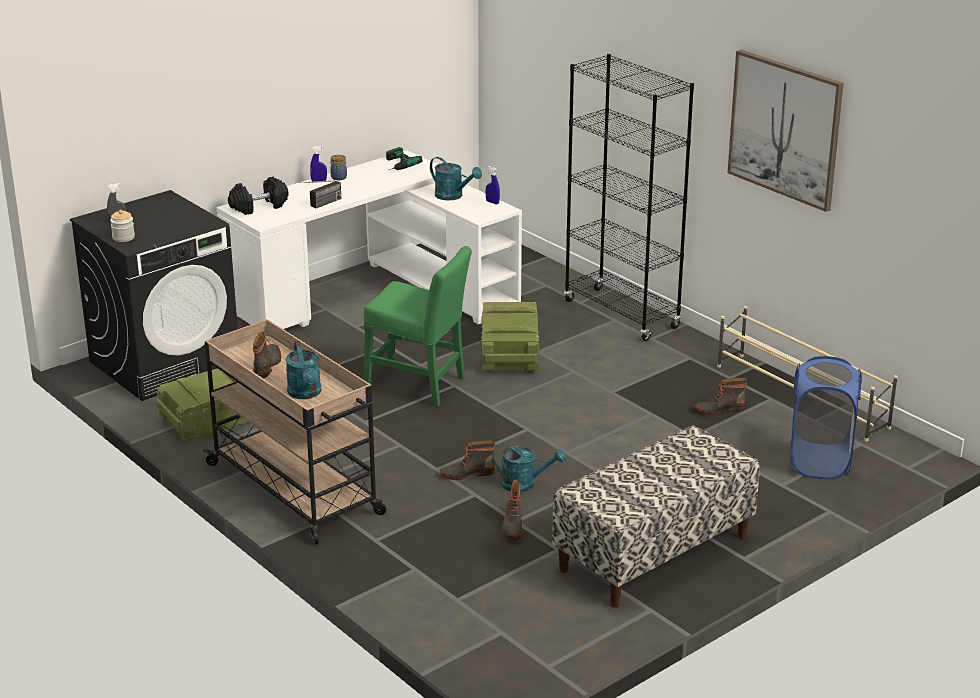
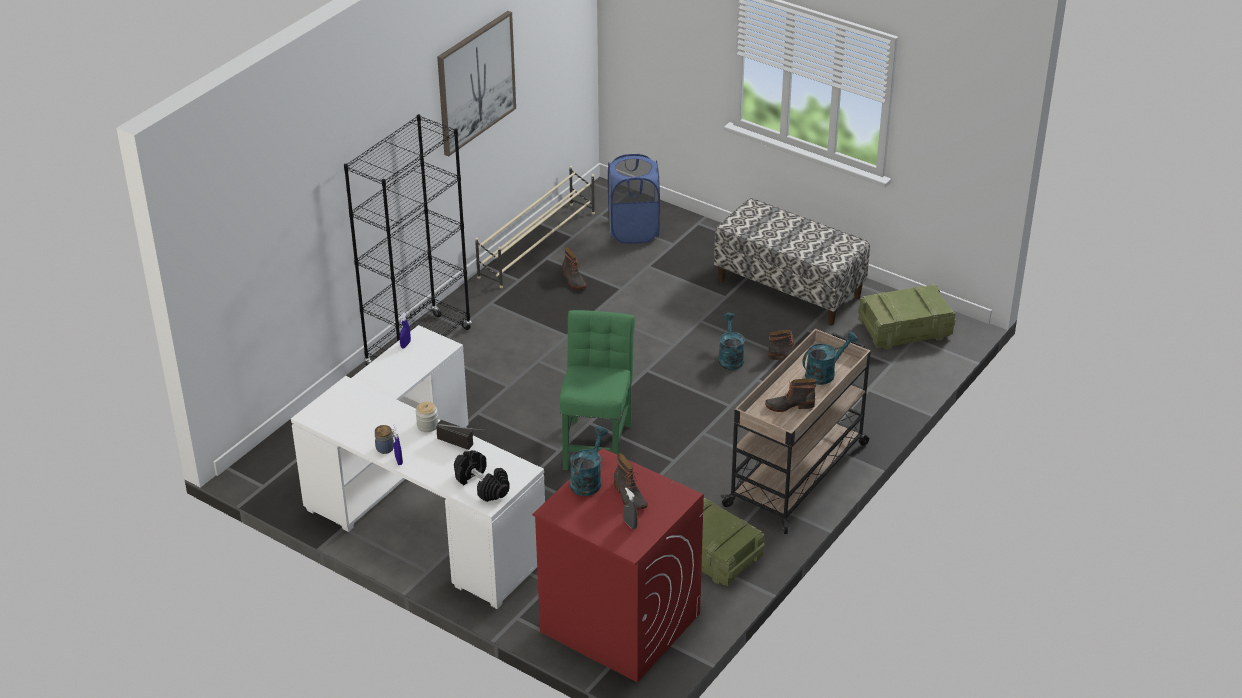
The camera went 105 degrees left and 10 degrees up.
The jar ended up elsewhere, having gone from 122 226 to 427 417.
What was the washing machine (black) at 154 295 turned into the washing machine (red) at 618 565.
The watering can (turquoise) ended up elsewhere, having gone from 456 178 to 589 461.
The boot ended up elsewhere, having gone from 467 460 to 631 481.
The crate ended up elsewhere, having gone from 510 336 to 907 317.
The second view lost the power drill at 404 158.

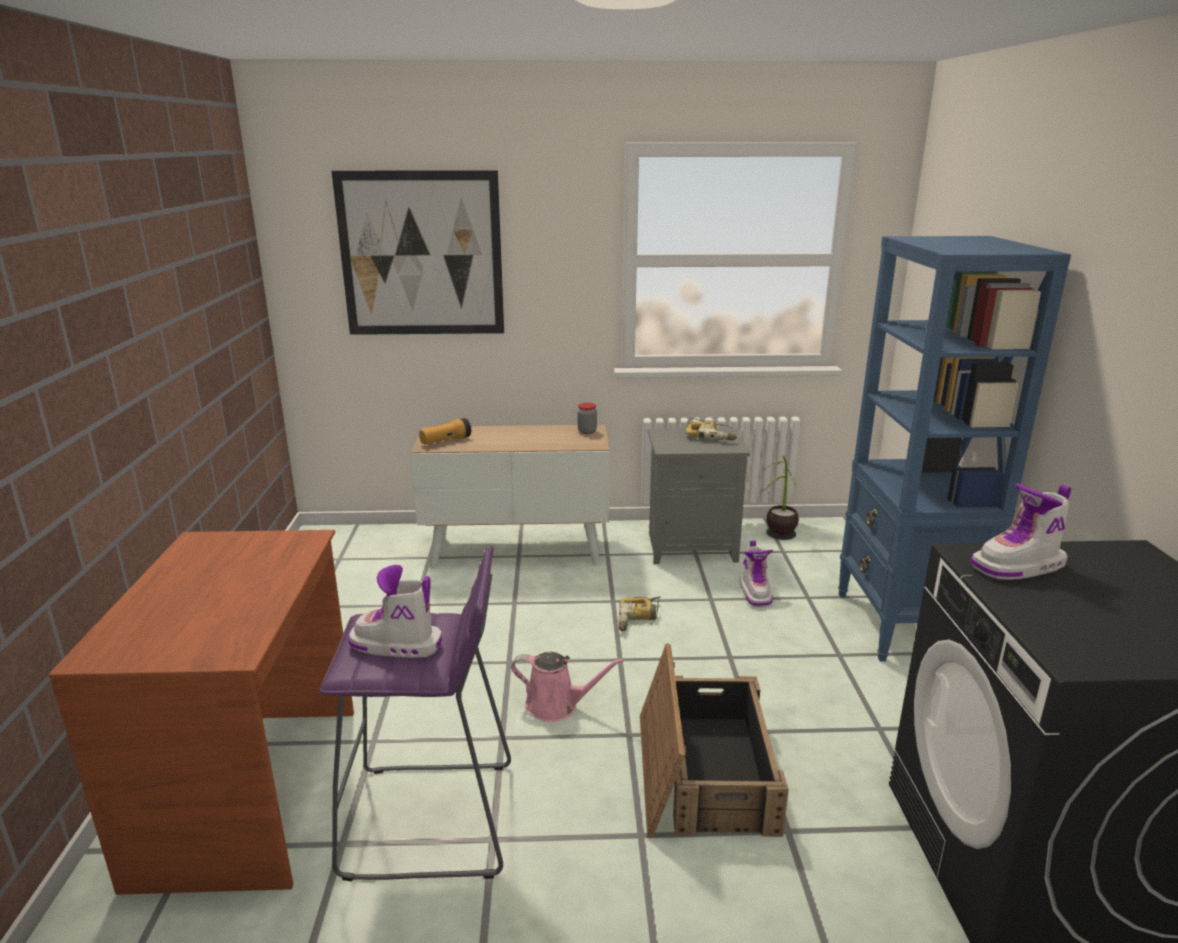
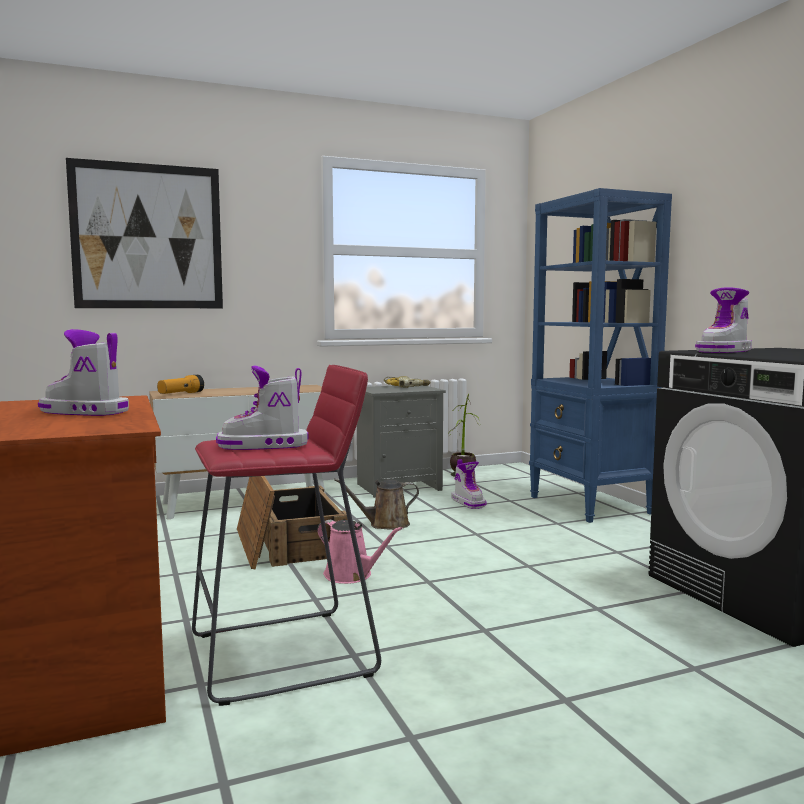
The camera went 20 degrees left and 15 degrees down.
The second view gained the boot at 83 372.
What was the stool (purple) at 415 713 turned into the stool (red) at 286 535.
The crate ended up elsewhere, having gone from 714 740 to 292 522.
The watering can (pink) at 567 687 ended up facing another way, 45 degrees clockwise from before.
Where the power drill stood at 640 613, the watering can (brown) came to stand at 376 504.
The second view lost the jar at 587 418.

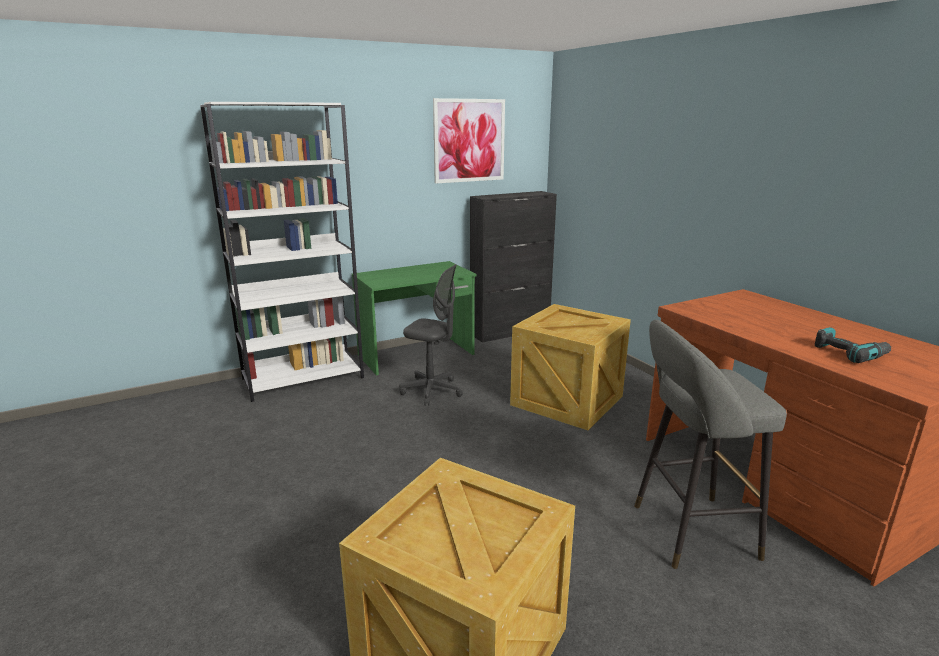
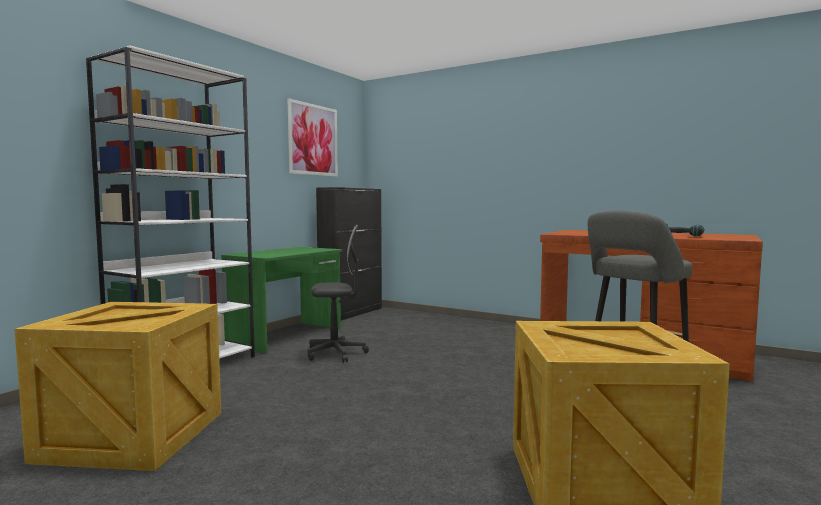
The camera went 30 degrees left and 15 degrees down.
The crate ended up elsewhere, having gone from 570 367 to 117 386.

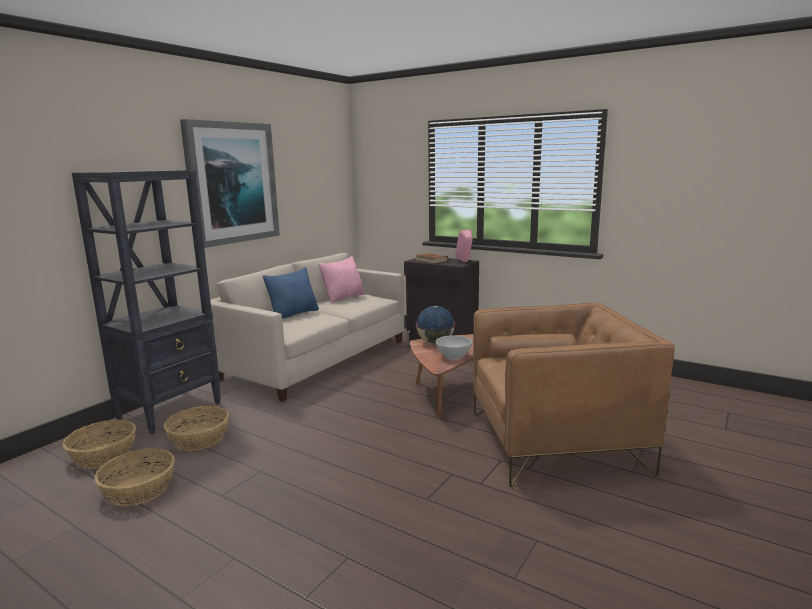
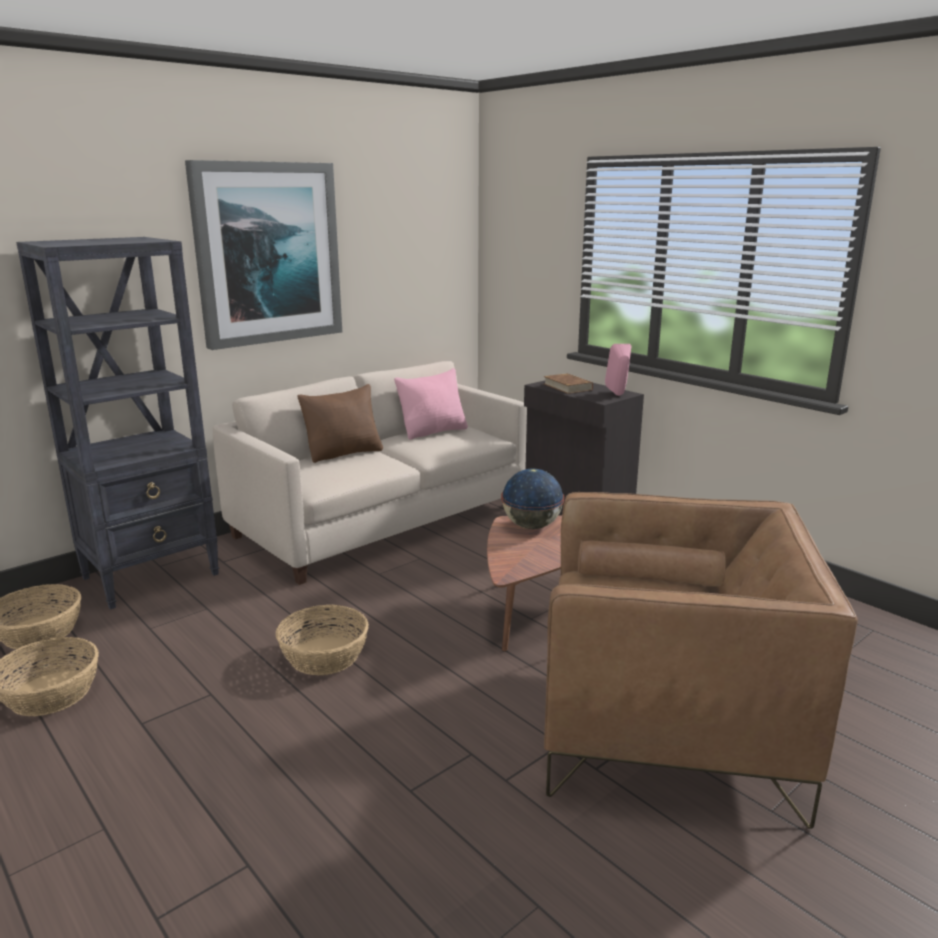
The camera went 15 degrees right and 5 degrees up.
The basket ended up elsewhere, having gone from 196 428 to 322 640.
What was the pillow (blue) at 291 293 turned into the pillow (brown) at 340 423.
The second view lost the bowl (white) at 453 347.

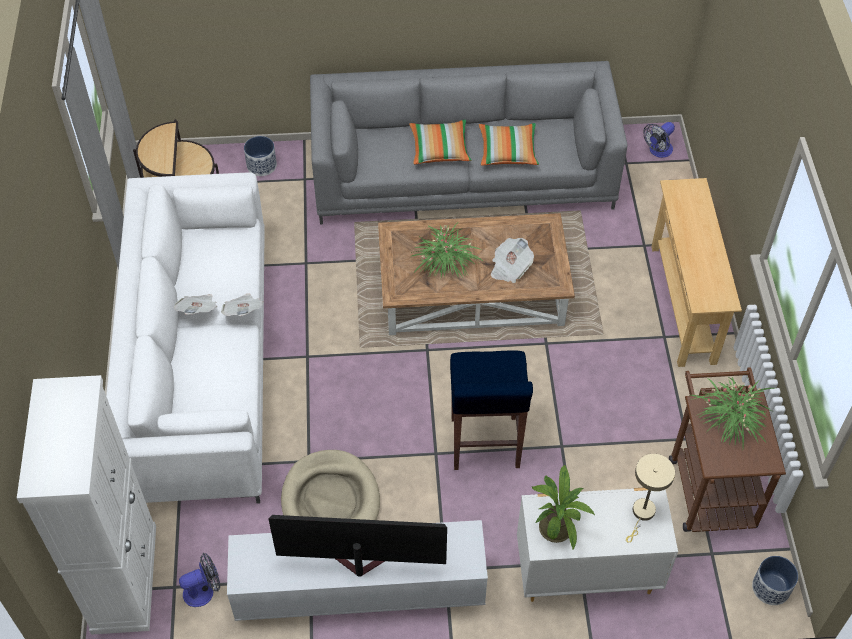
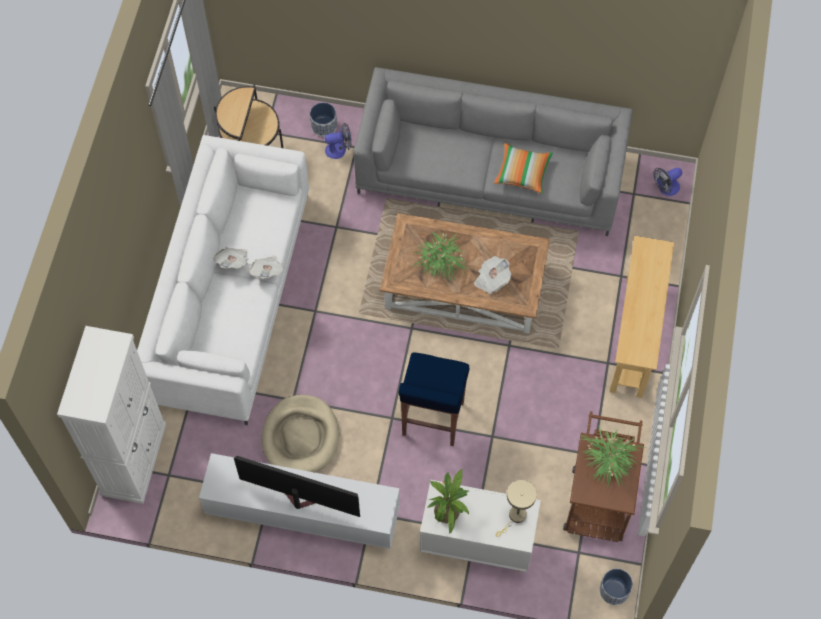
The camera went 15 degrees right and 10 degrees up.
The fan ended up elsewhere, having gone from 199 580 to 338 140.
The second view lost the pillow at 440 142.

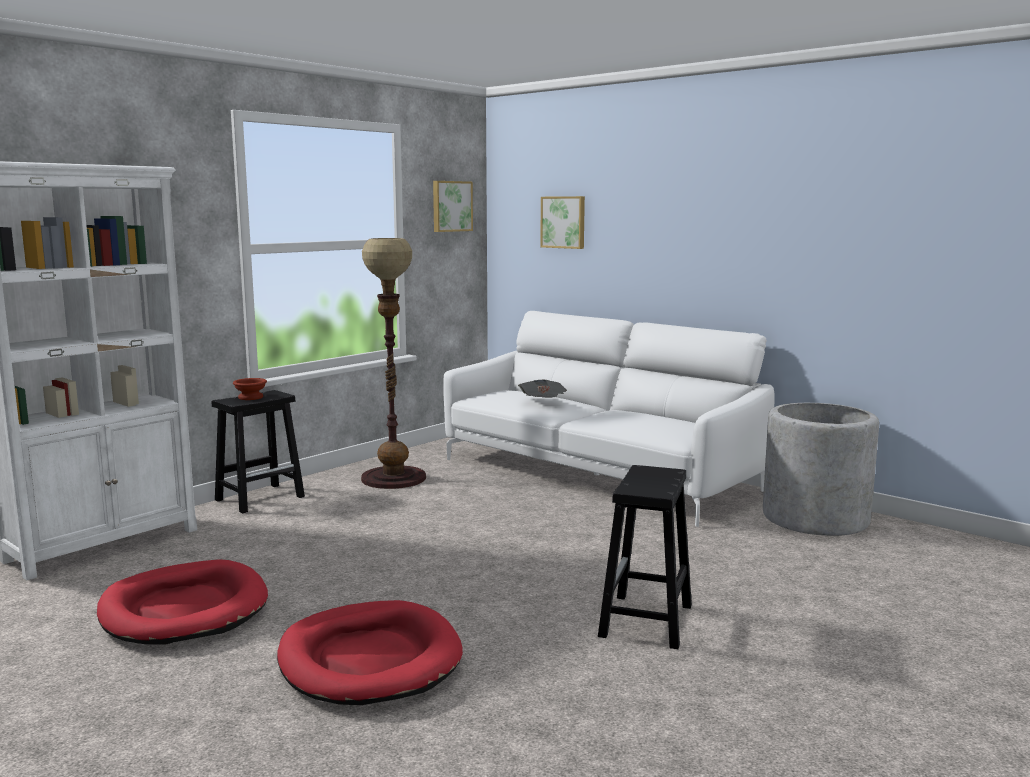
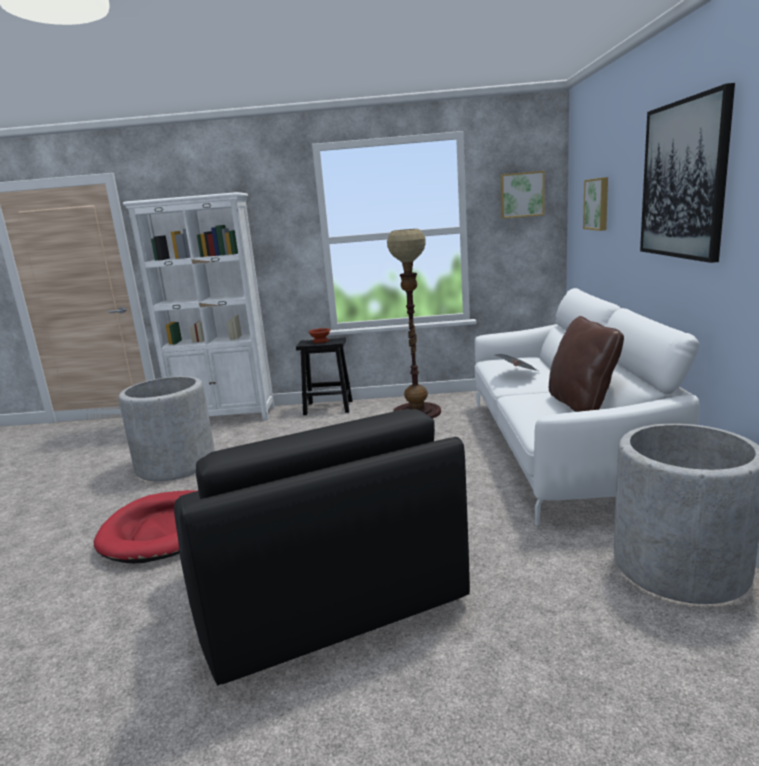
The camera went 50 degrees right and 5 degrees up.
Where the dog bed (red) stood at 182 602, the planter (grey) came to stand at 166 428.
Where the stool (black) stood at 645 557, the armchair (black) came to stand at 322 547.
The second view gained the pillow (brown) at 586 364.
The second view gained the picture at 687 173.

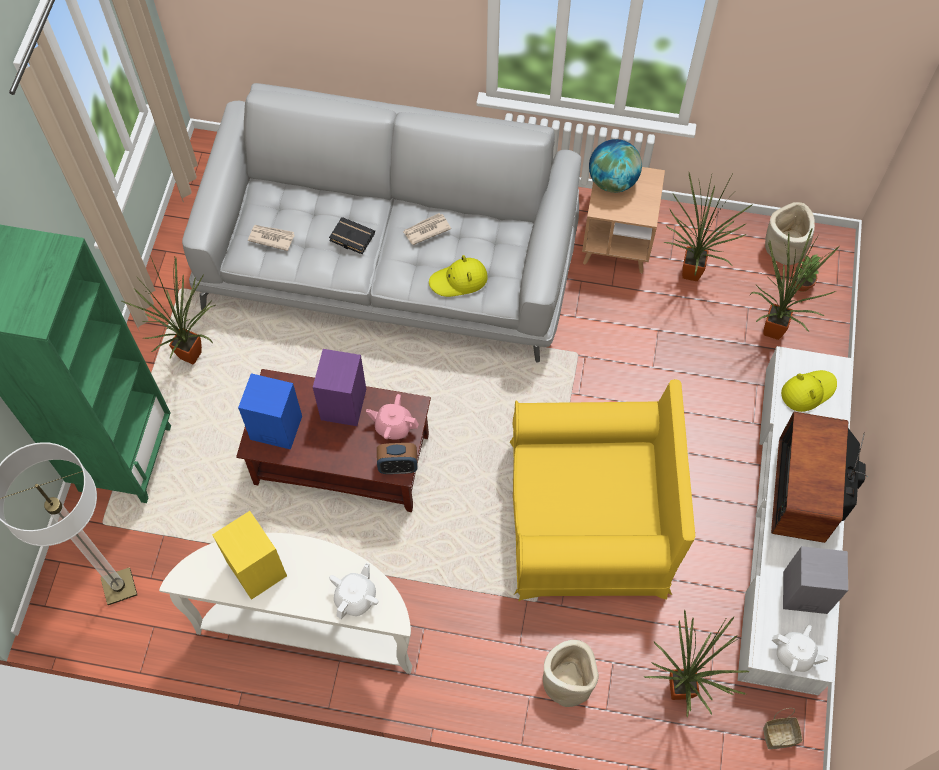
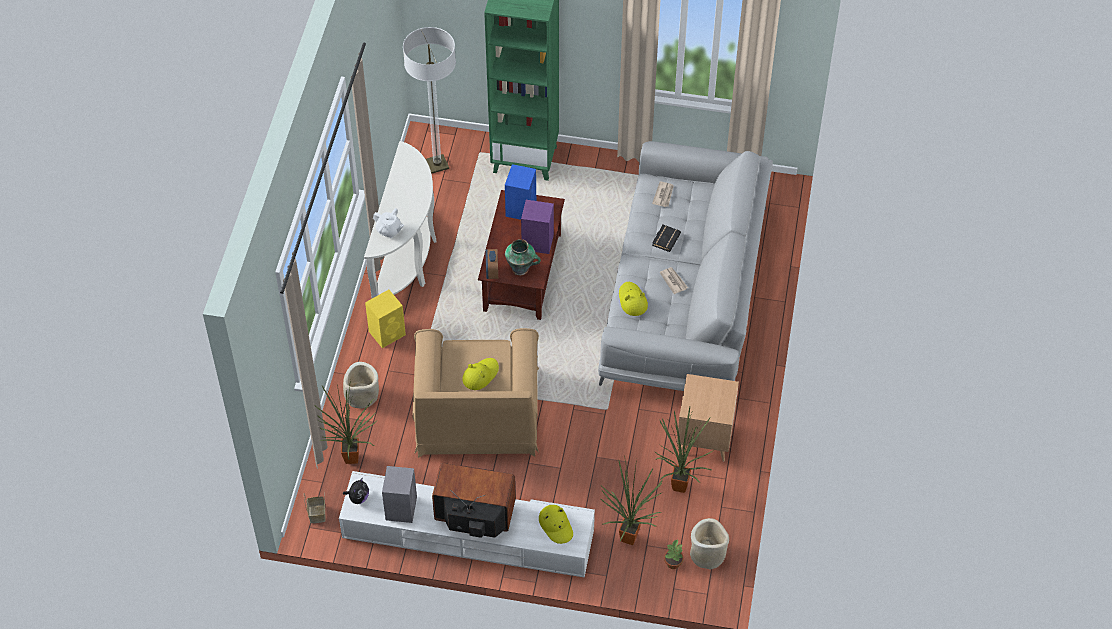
The camera went 90 degrees right and 10 degrees down.
Where the teapot (white) stood at 800 648, the plush toy came to stand at 356 491.
The speaker (yellow) ended up elsewhere, having gone from 249 555 to 385 319.
What was the armchair (yellow) at 602 490 turned into the armchair (brown) at 475 393.
The second view gained the hat (yellow) at 480 374.
Where the teapot (pink) stood at 392 416, the vase came to stand at 523 257.
The second view lost the potted plant at 168 310.
The second view lost the globe at 615 166.

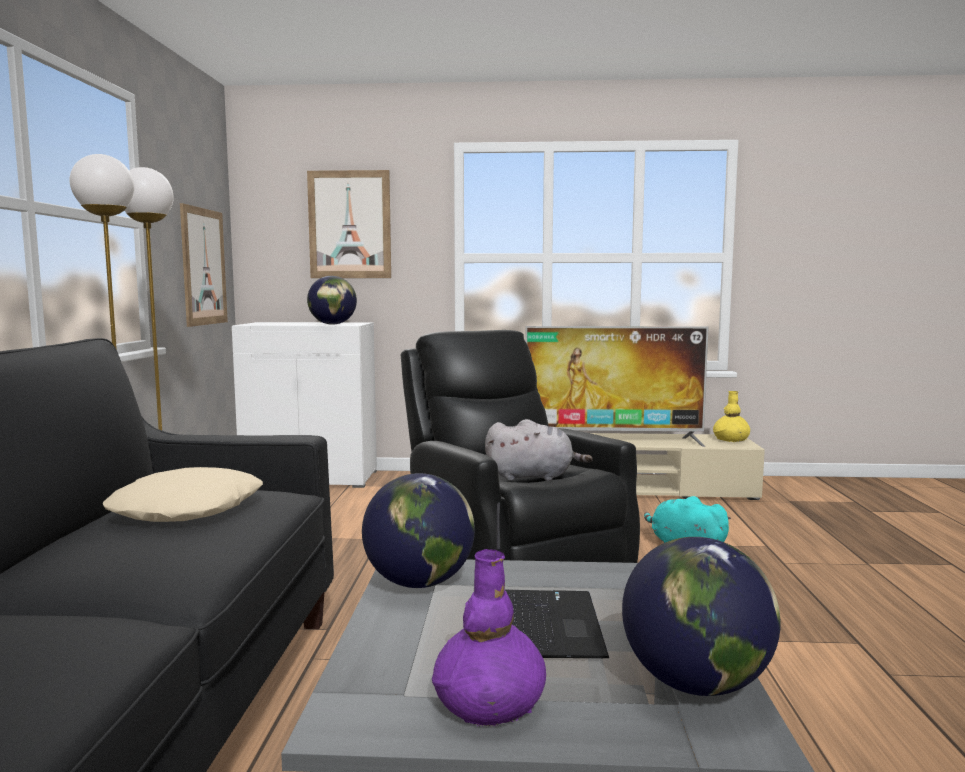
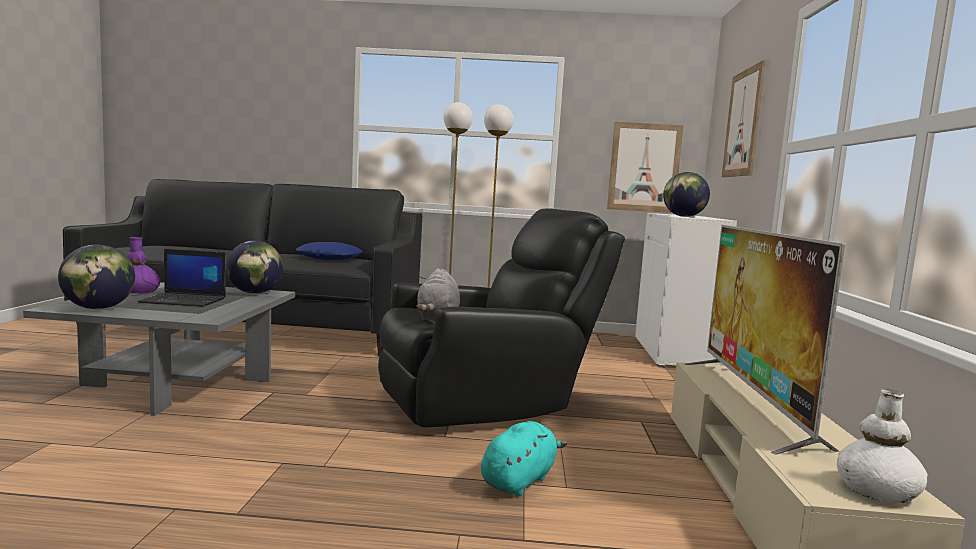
The camera went 90 degrees right and 0 degrees up.
What was the pillow (beige) at 183 494 turned into the pillow (blue) at 329 251.
What was the vase (yellow) at 731 416 turned into the vase (white) at 882 446.

